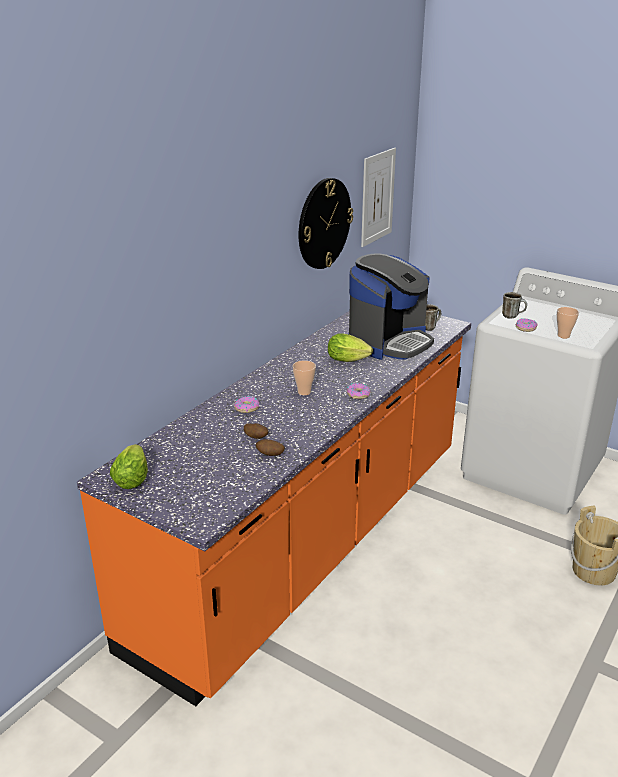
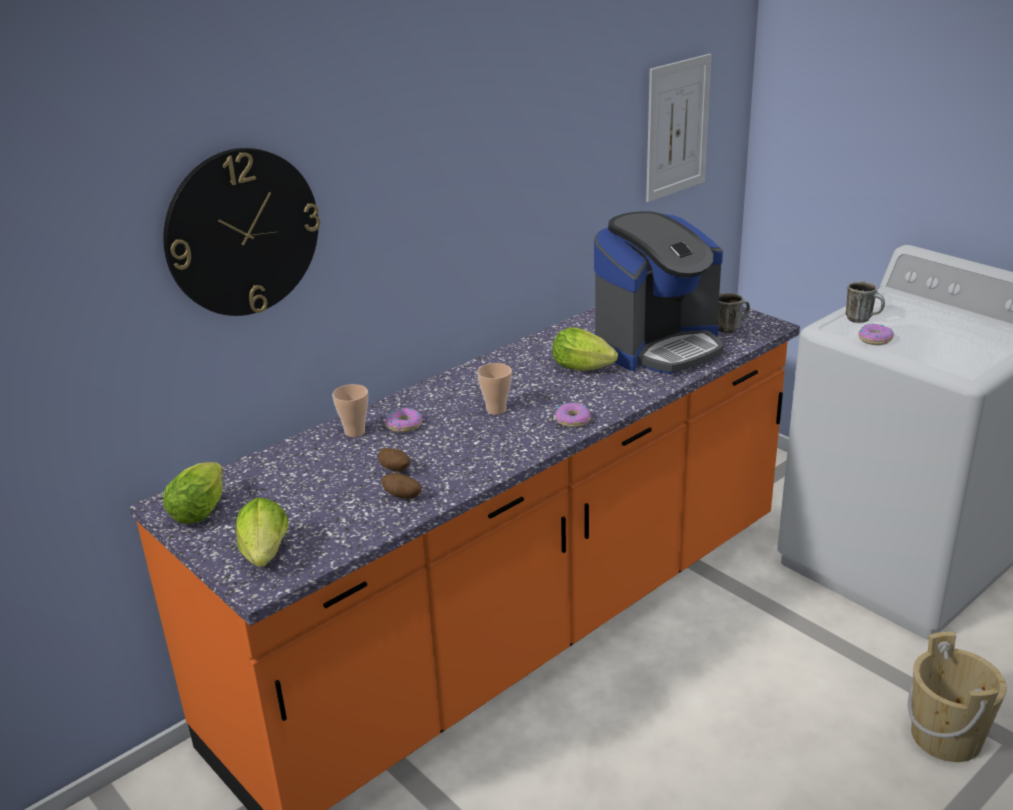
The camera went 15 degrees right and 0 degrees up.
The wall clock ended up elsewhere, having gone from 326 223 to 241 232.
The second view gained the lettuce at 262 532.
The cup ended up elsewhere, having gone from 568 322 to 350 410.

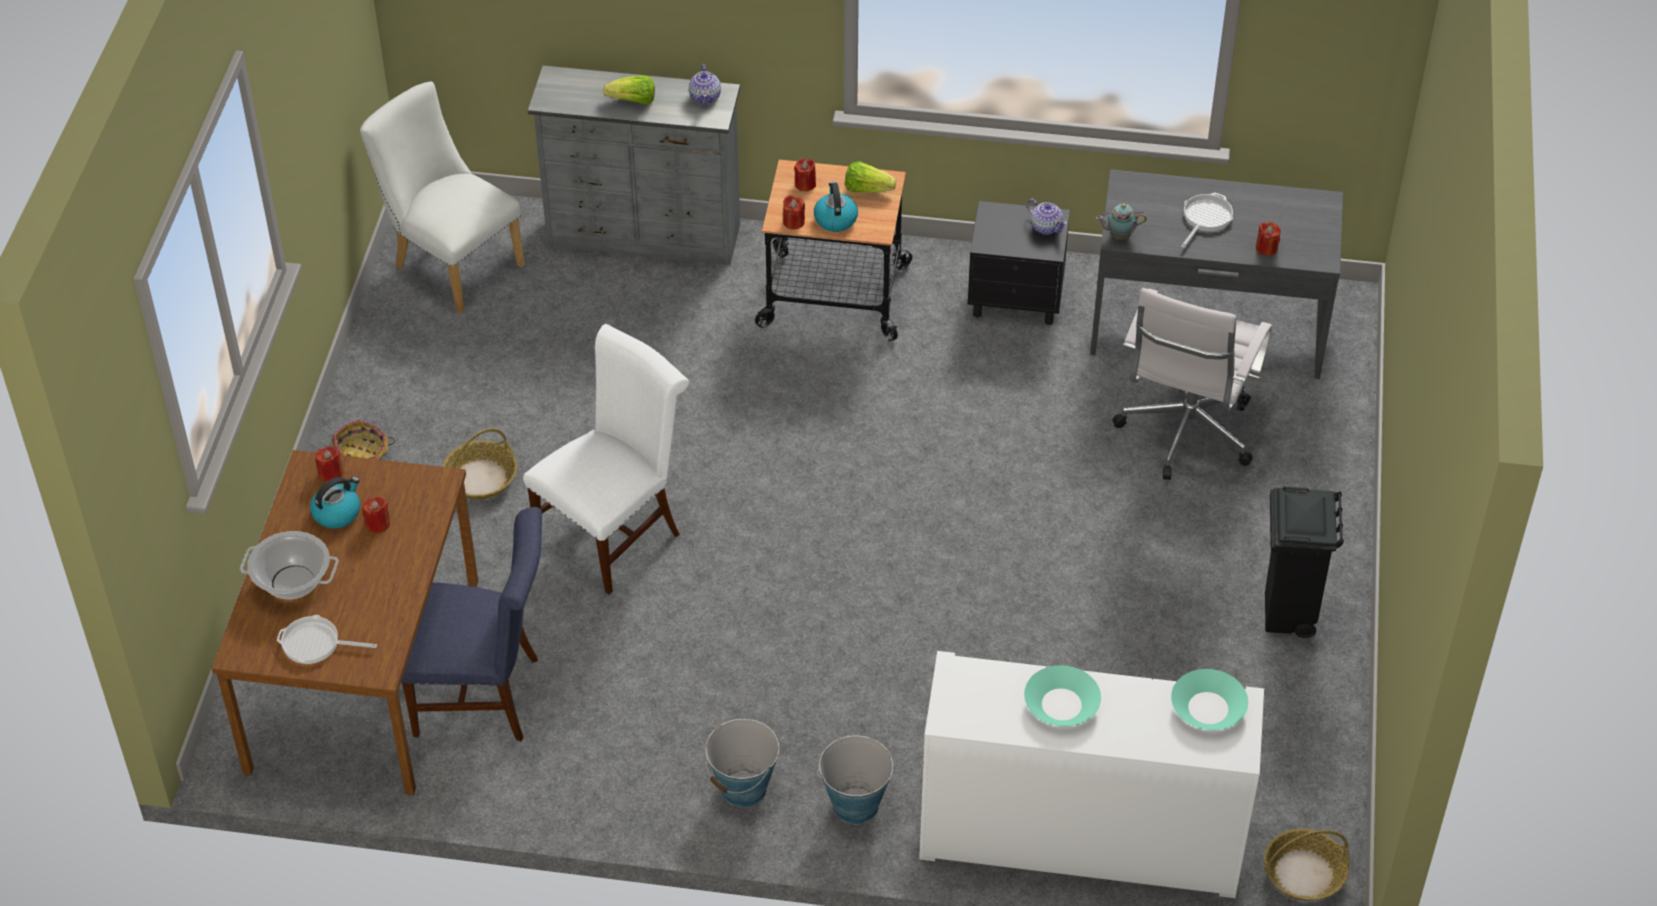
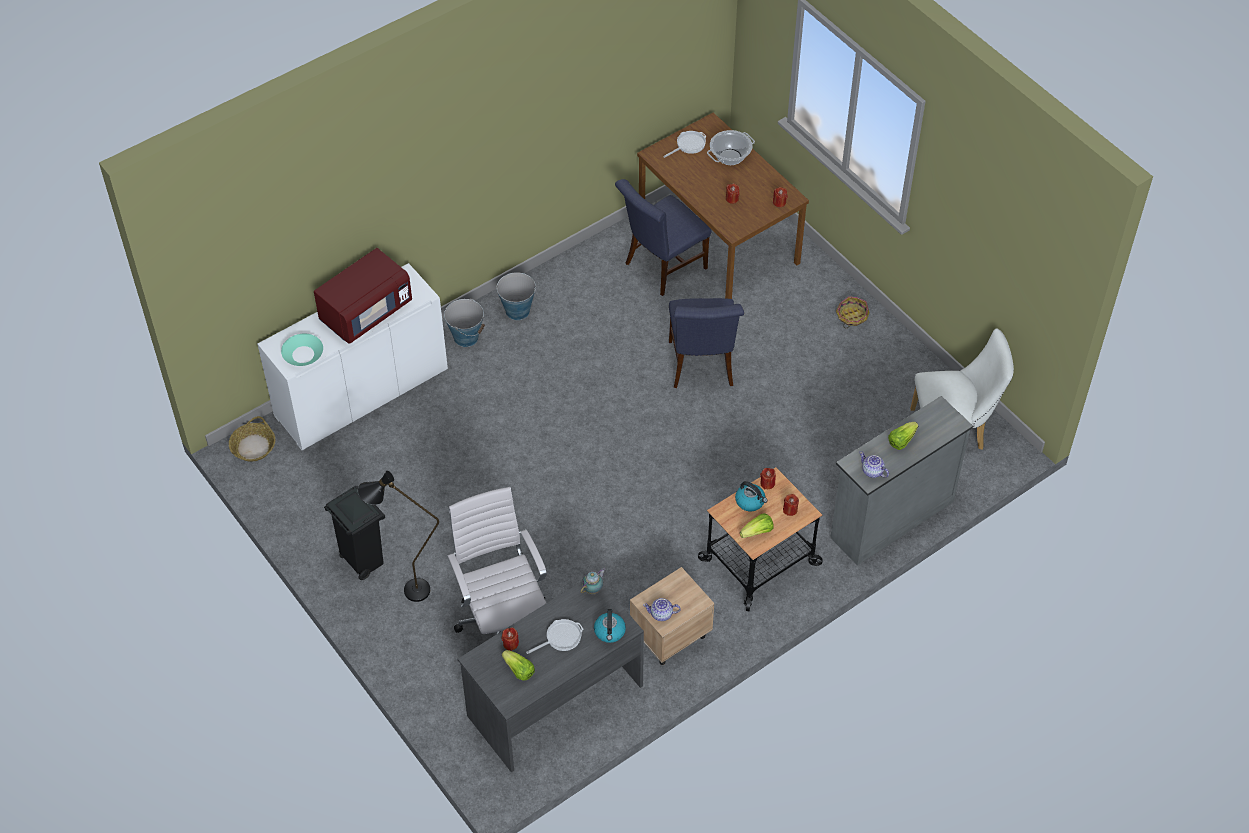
The camera went 135 degrees right and 5 degrees up.
Where the bowl (turquoise) stood at 1062 696, the microwave (red) came to stand at 363 296.
The second view gained the floor lamp (black) at 398 536.
The second view gained the lettuce at 518 665.
The frying pan at 1207 220 ended up facing another way, 105 degrees counterclockwise from before.
The kettle ended up elsewhere, having gone from 335 503 to 610 626.
What was the nightstand (black) at 1018 263 turned into the nightstand (beige) at 672 616.
What was the chair (white) at 606 459 turned into the chair (blue) at 706 343.
The second view lost the basket at 479 464.

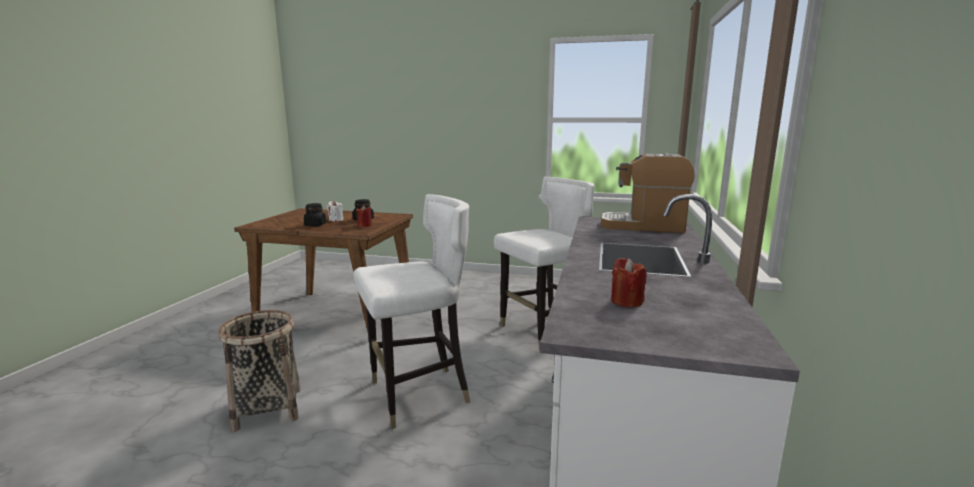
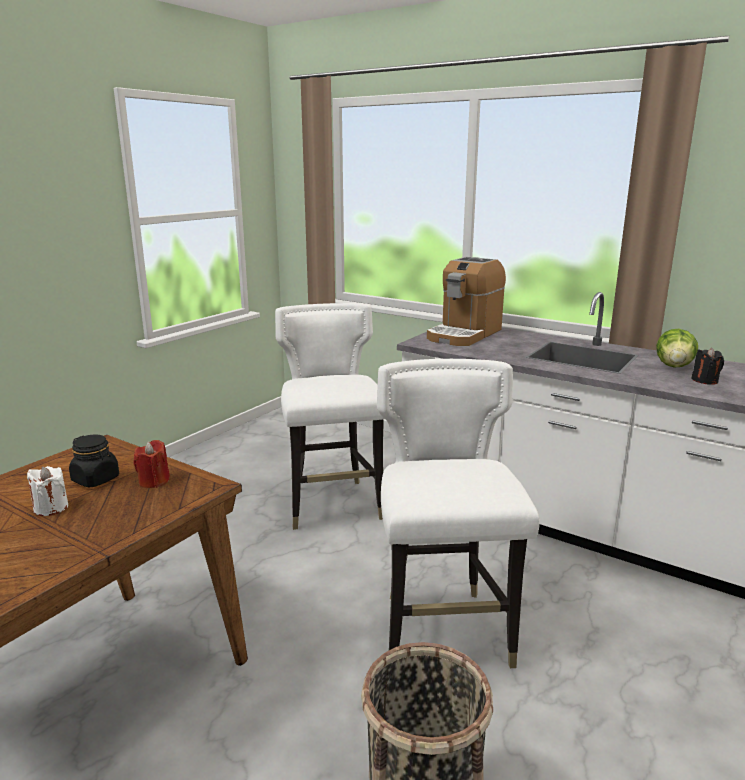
The camera went 70 degrees left and 5 degrees up.
The second view gained the lettuce at 677 348.
What was the candle (red) at 629 283 turned into the candle (black) at 707 366.
The second view lost the jar (black) at 315 214.

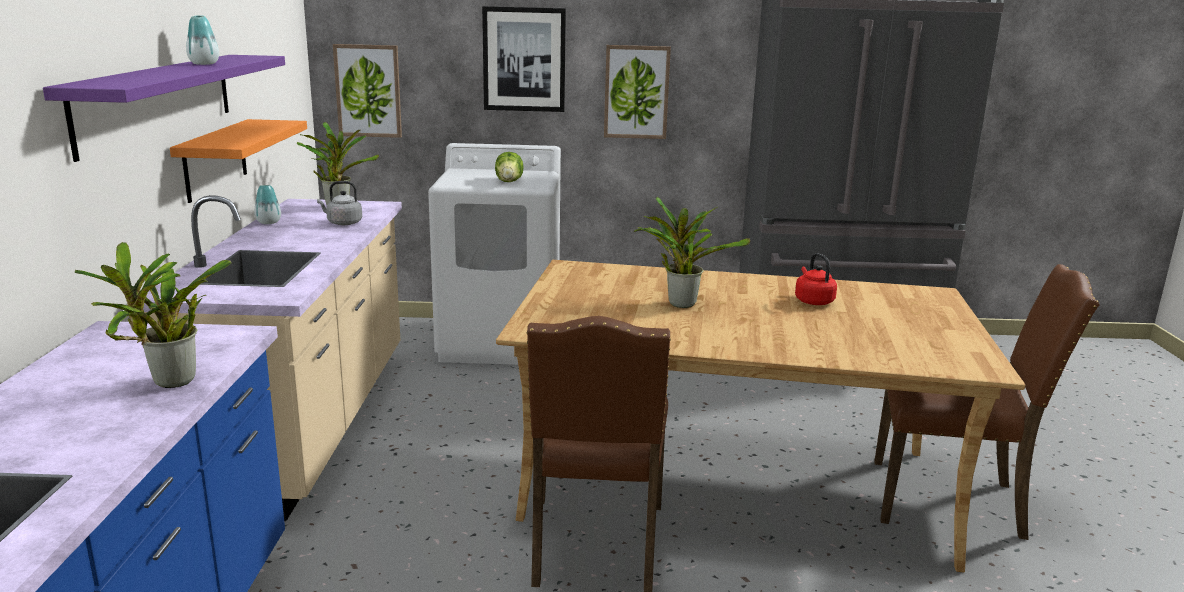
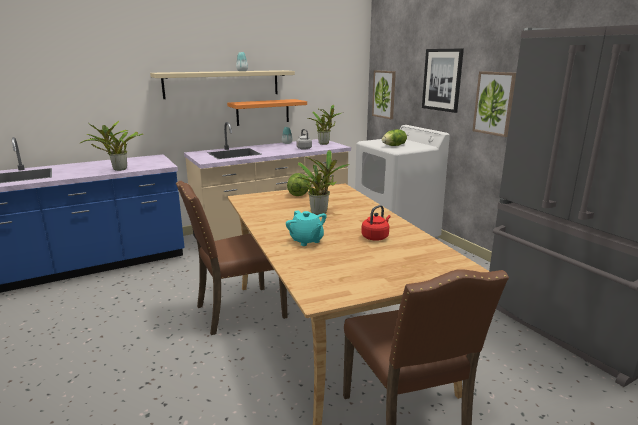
The camera went 60 degrees right and 0 degrees up.
What was the shelf (purple) at 164 108 turned into the shelf (beige) at 222 84.
The second view gained the teapot (turquoise) at 306 228.
The second view gained the lettuce at 298 184.

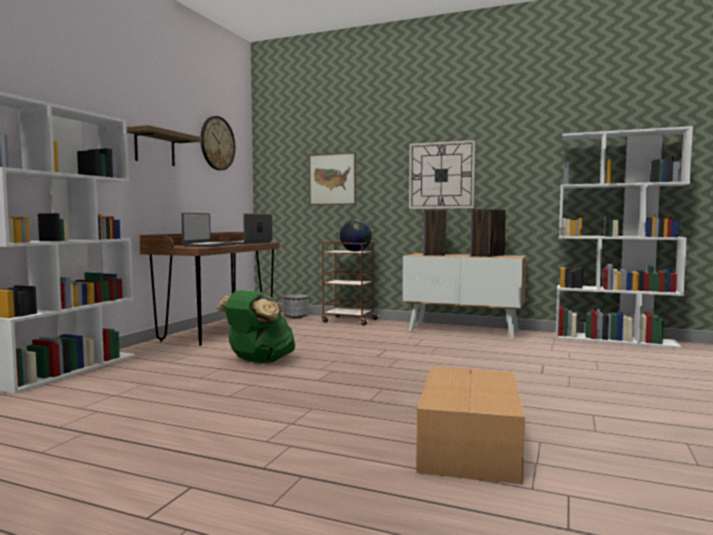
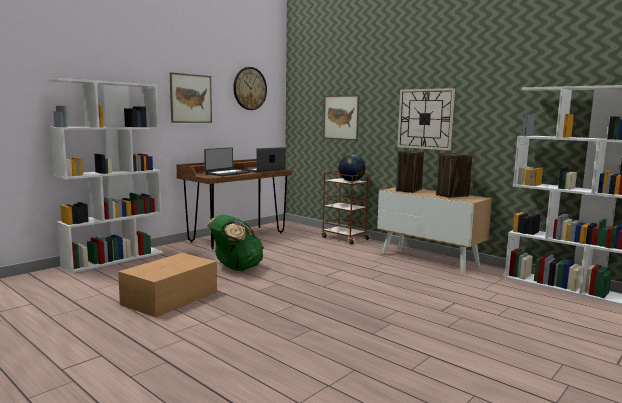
The camera went 20 degrees right and 5 degrees up.
The cardboard box ended up elsewhere, having gone from 470 425 to 167 285.
Where the shelf hung at 164 145, the picture came to hang at 191 97.
The second view lost the planter at 296 306.

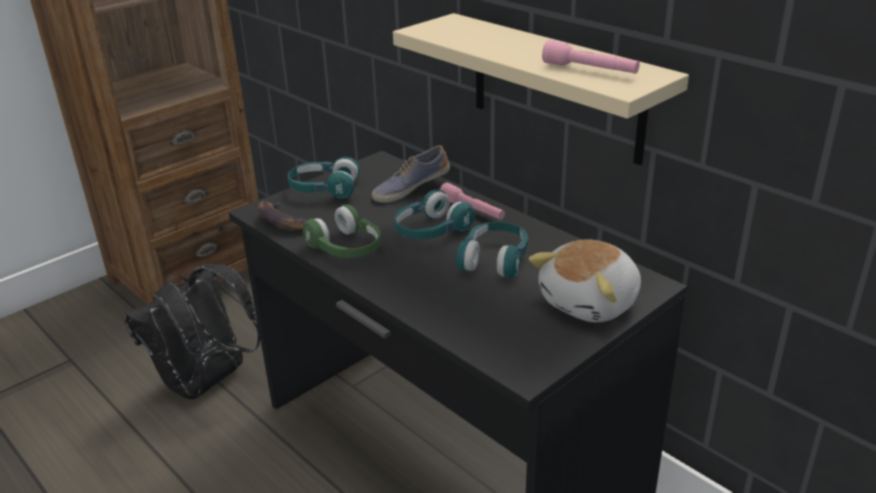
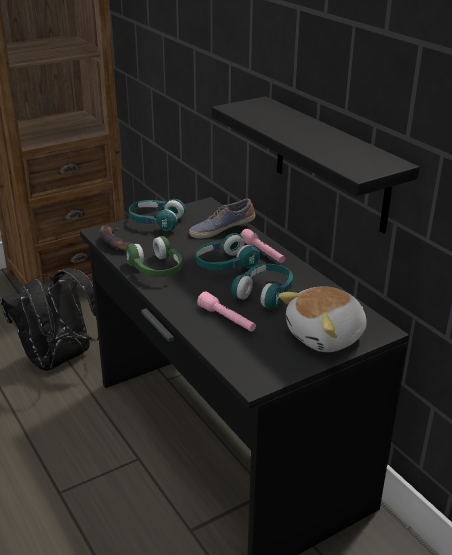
The camera went 10 degrees right and 0 degrees up.
The flashlight (pink) ended up elsewhere, having gone from 591 57 to 226 311.
What was the shelf (beige) at 541 89 turned into the shelf (black) at 316 165.

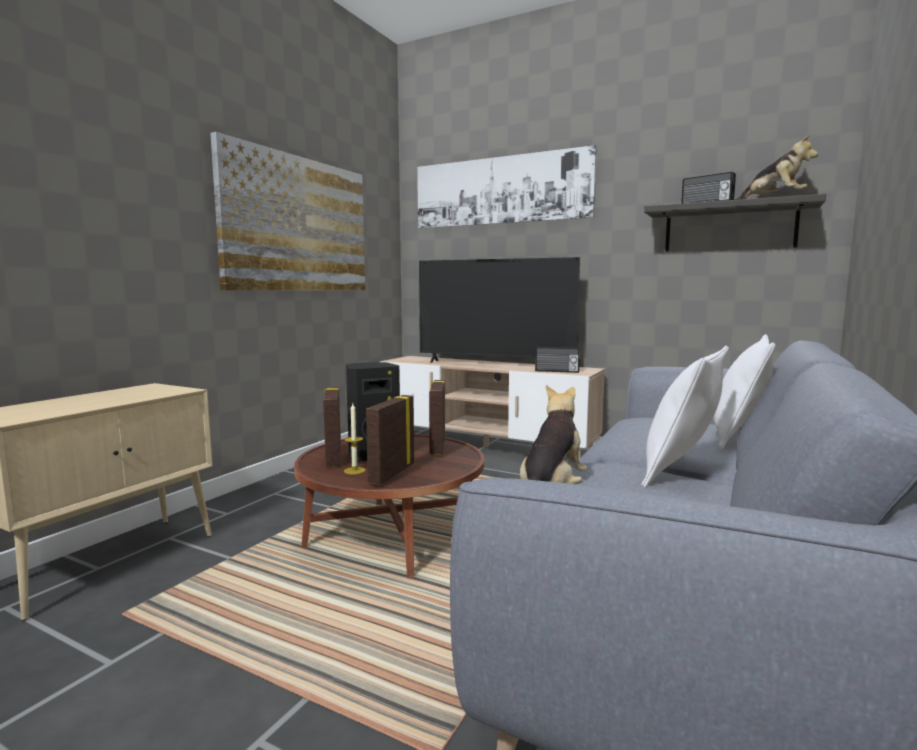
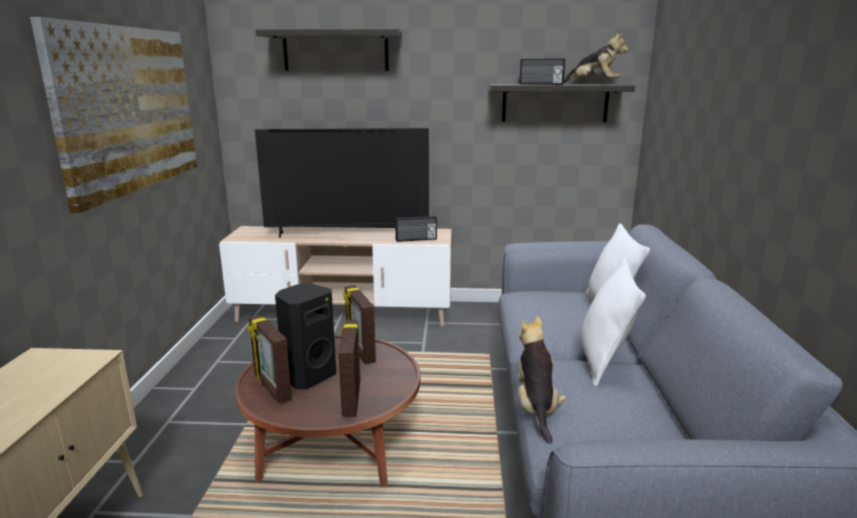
The camera went 25 degrees left and 10 degrees up.
Where the picture hung at 507 187, the shelf came to hang at 329 50.
The second view lost the candle at 355 439.

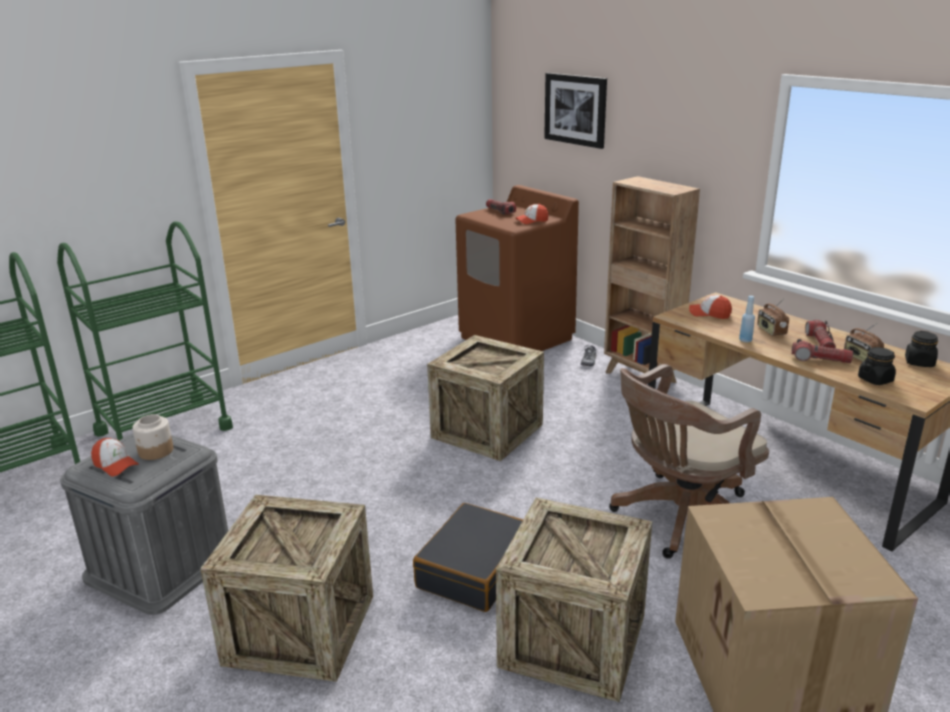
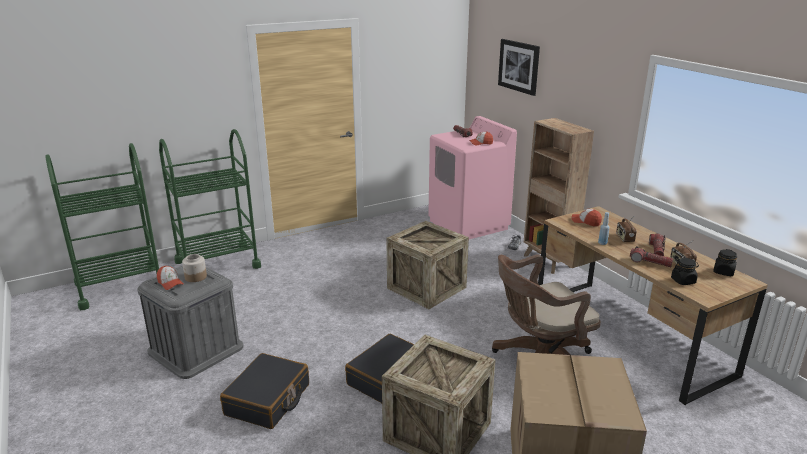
The camera went 10 degrees right and 0 degrees up.
Where the crate stood at 286 588, the suitcase (black) came to stand at 264 391.
What was the washing machine (brown) at 517 268 turned into the washing machine (pink) at 472 177.

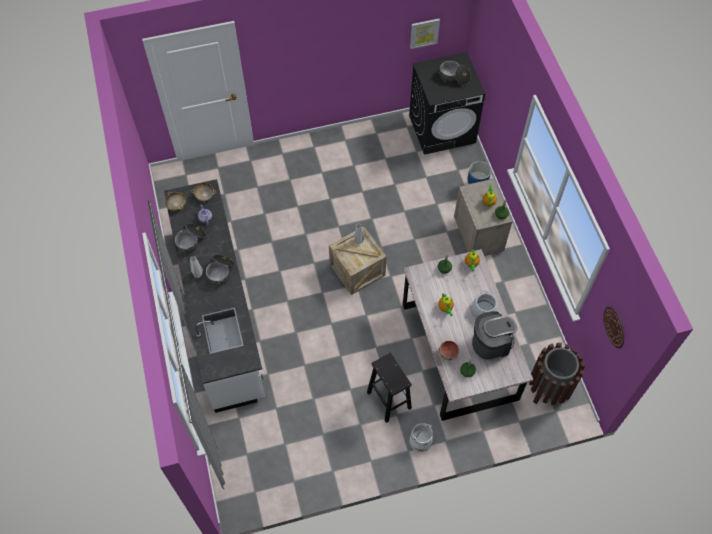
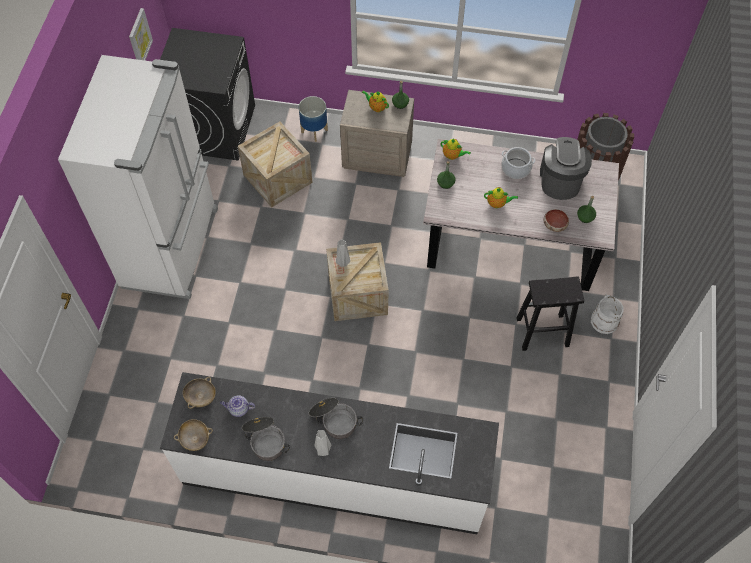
The camera went 65 degrees left and 0 degrees up.
The second view gained the fridge (white) at 138 177.
The second view gained the crate at 275 165.
The second view lost the cooking pot at 454 72.
The second view lost the wall clock at 614 328.

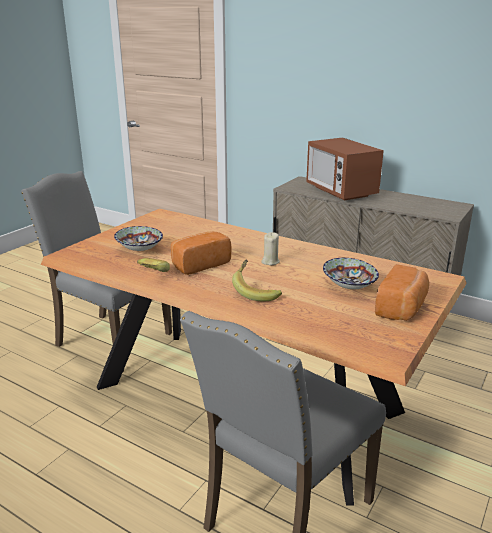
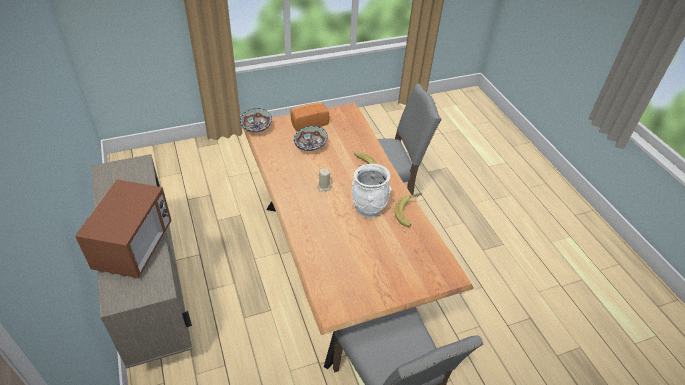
The camera went 145 degrees left and 20 degrees up.
The bowl ended up elsewhere, having gone from 138 238 to 256 120.
Where the bread stood at 200 253, the vase (white) came to stand at 372 191.

